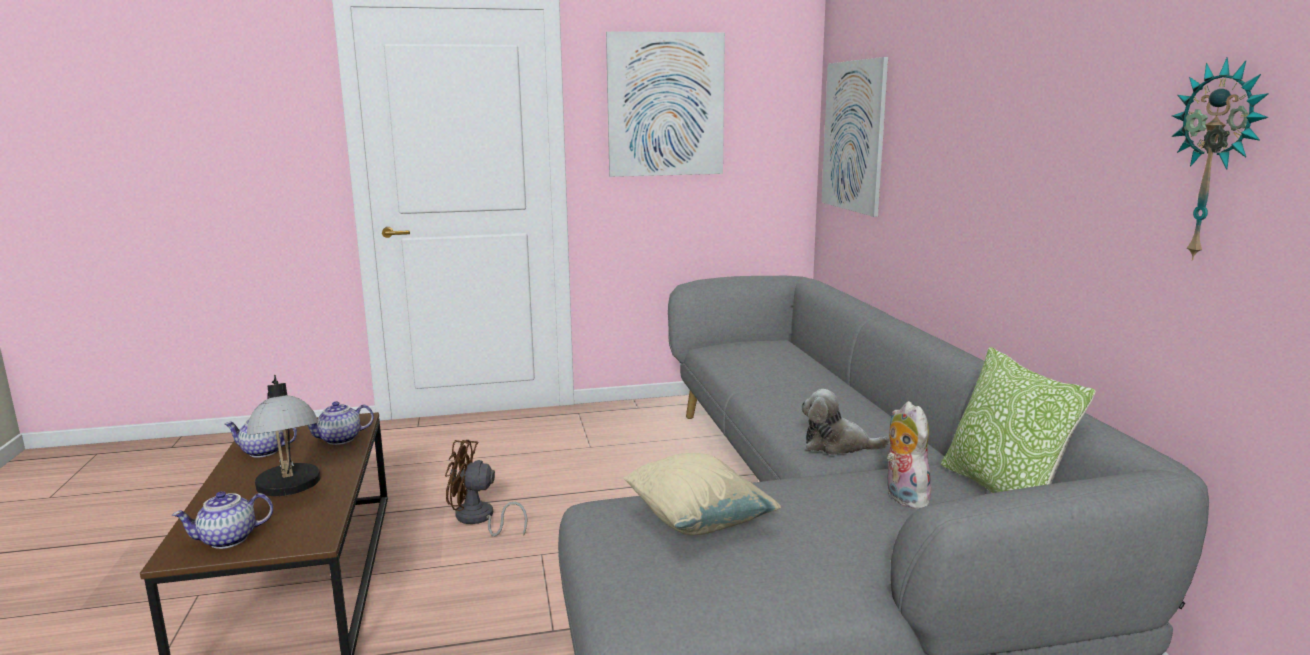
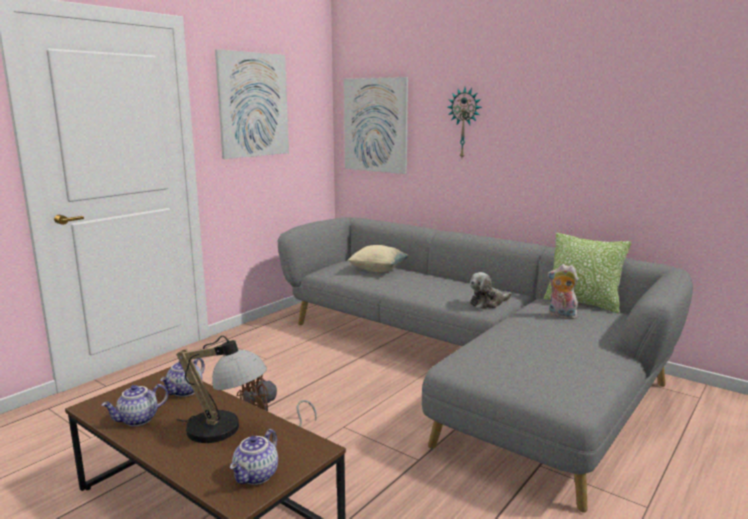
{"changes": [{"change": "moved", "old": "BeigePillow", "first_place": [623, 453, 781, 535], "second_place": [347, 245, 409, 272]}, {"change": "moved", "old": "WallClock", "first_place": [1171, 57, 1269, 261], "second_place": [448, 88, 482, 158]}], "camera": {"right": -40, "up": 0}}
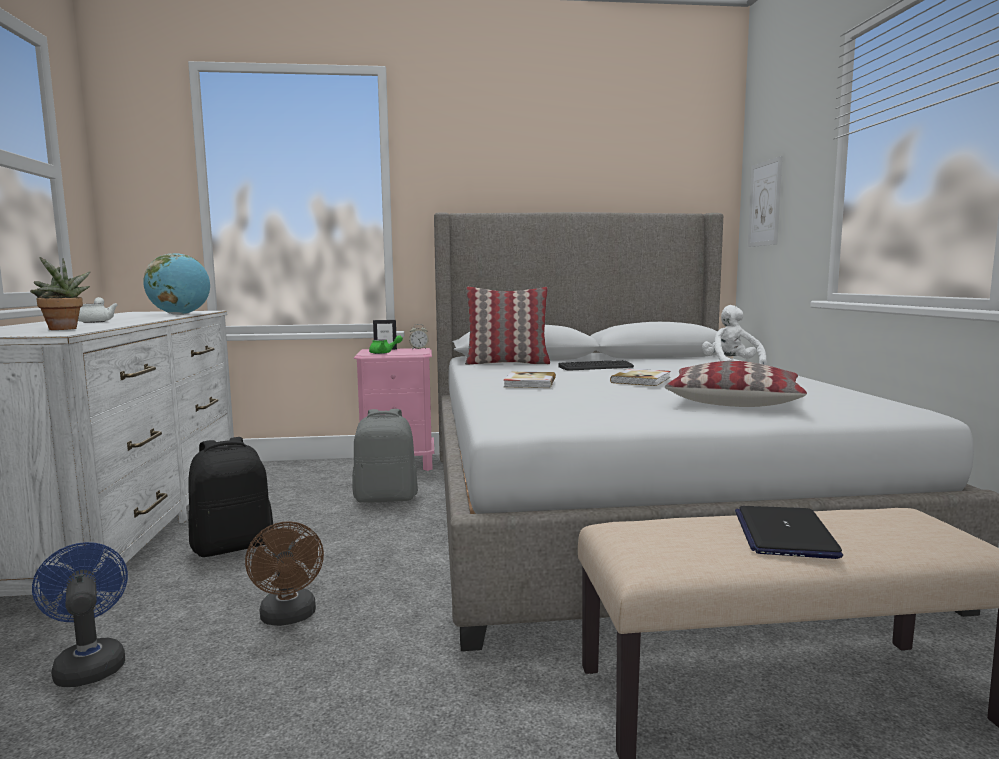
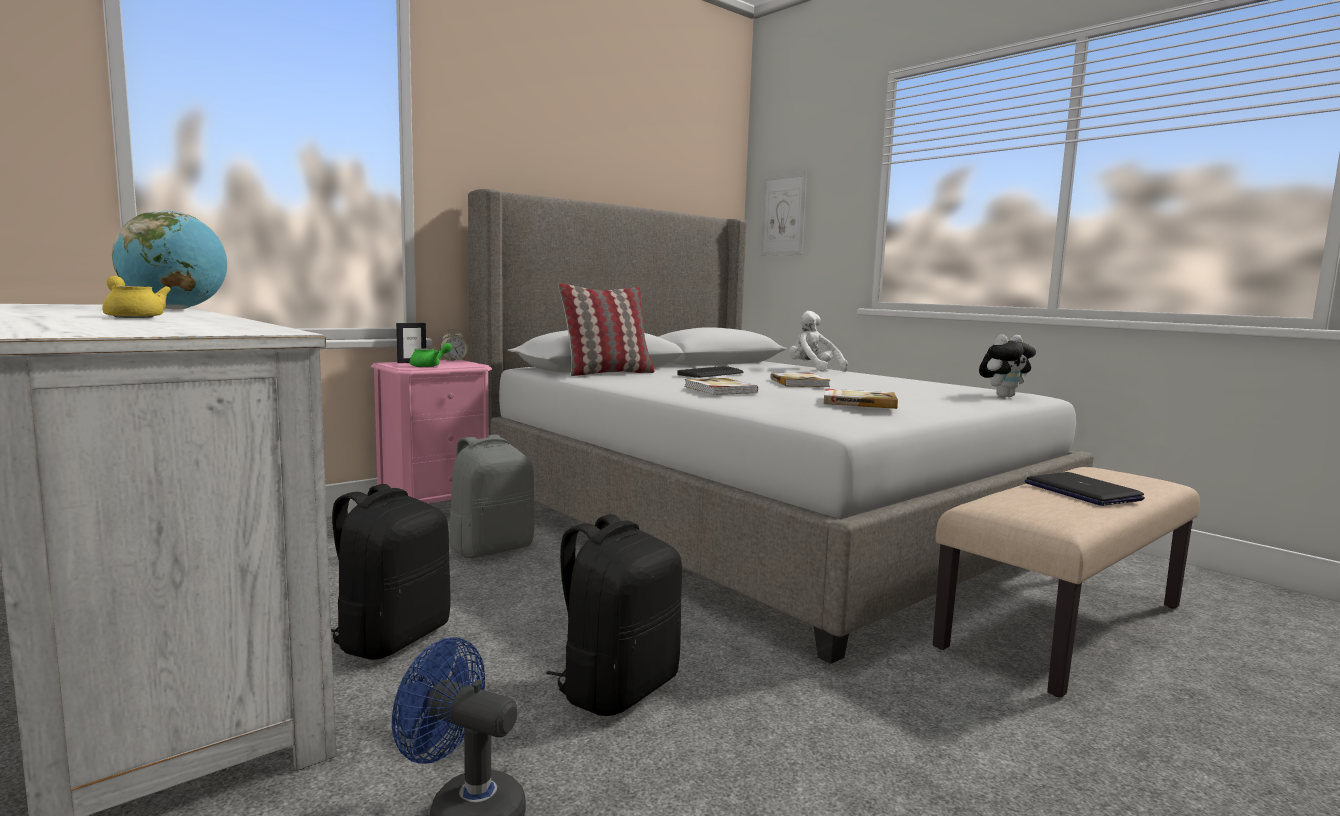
{"changes": [{"change": "recoloured", "old": "WhiteColouredTeapot", "new": "YellowishTeapot", "first_place": [78, 297, 118, 323], "second_place": [102, 276, 171, 318]}, {"change": "replaced", "old": "BrownElectricFan", "new": "BlackColouredBackpack", "first_place": [245, 521, 324, 626], "second_place": [546, 514, 682, 716]}, {"change": "added", "new": "Volume", "second_place": [824, 389, 898, 409]}, {"change": "added", "new": "CuddlyToy", "second_place": [979, 334, 1036, 397]}, {"change": "removed", "old": "Houseplant", "first_place": [30, 257, 90, 330]}, {"change": "removed", "old": "Pillow", "first_place": [665, 361, 807, 407]}], "camera": {"right": -35, "up": 0}}
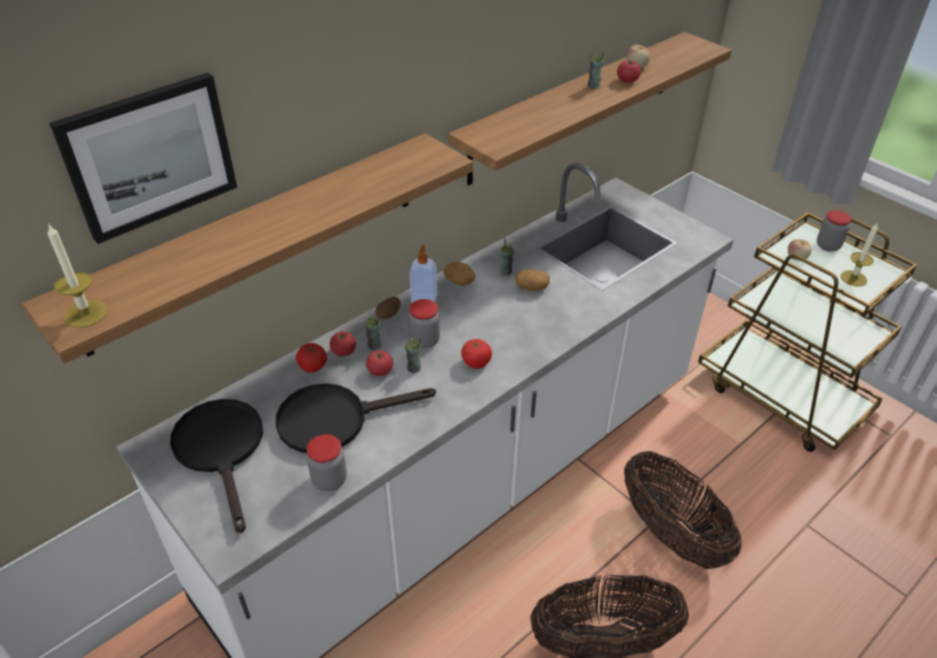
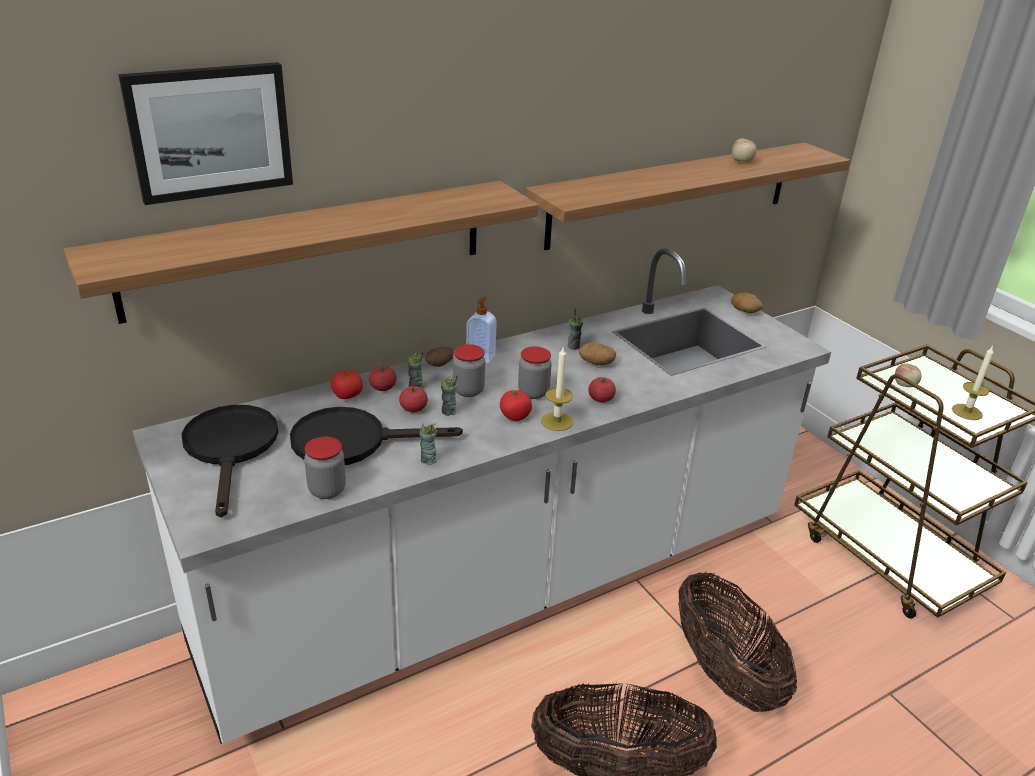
{"changes": [{"change": "moved", "old": "SmallCup", "first_place": [588, 52, 604, 89], "second_place": [419, 423, 437, 465]}, {"change": "moved", "old": "Jar", "first_place": [817, 210, 852, 252], "second_place": [518, 346, 552, 399]}, {"change": "moved", "old": "Candle", "first_place": [47, 223, 107, 328], "second_place": [541, 346, 573, 431]}, {"change": "moved", "old": "FreshTomato", "first_place": [617, 60, 641, 83], "second_place": [588, 377, 616, 403]}, {"change": "moved", "old": "Spud", "first_place": [443, 261, 475, 286], "second_place": [731, 292, 763, 313]}], "camera": {"right": 10, "up": -10}}
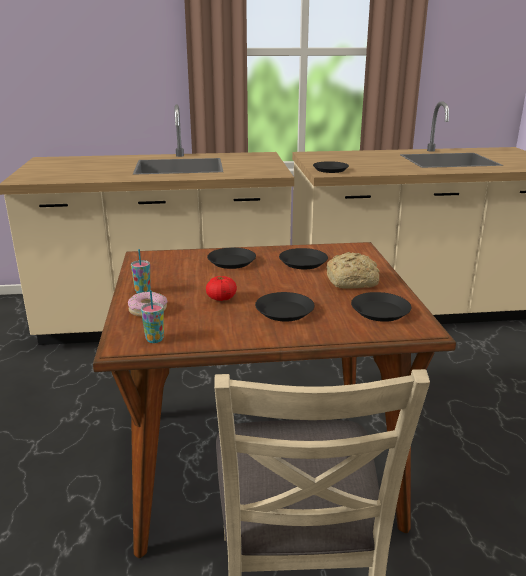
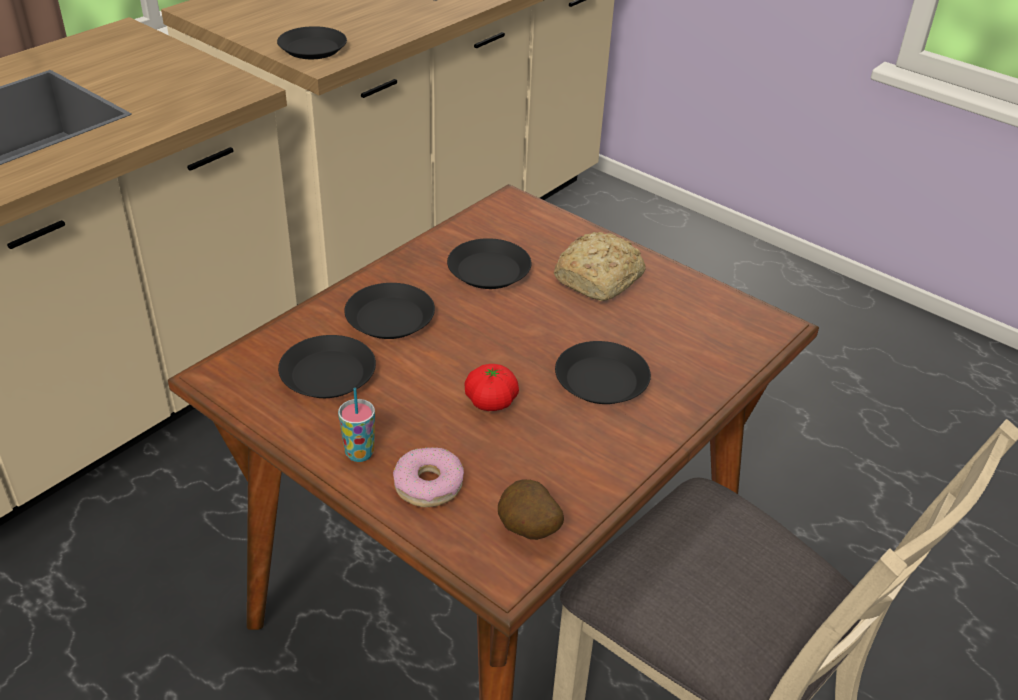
{"changes": [{"change": "moved", "old": "BlackColouredPlate", "first_place": [351, 292, 411, 322], "second_place": [278, 335, 376, 398]}, {"change": "replaced", "old": "SmallCup", "new": "Spud", "first_place": [141, 290, 164, 343], "second_place": [498, 479, 564, 540]}], "camera": {"right": -45, "up": 15}}
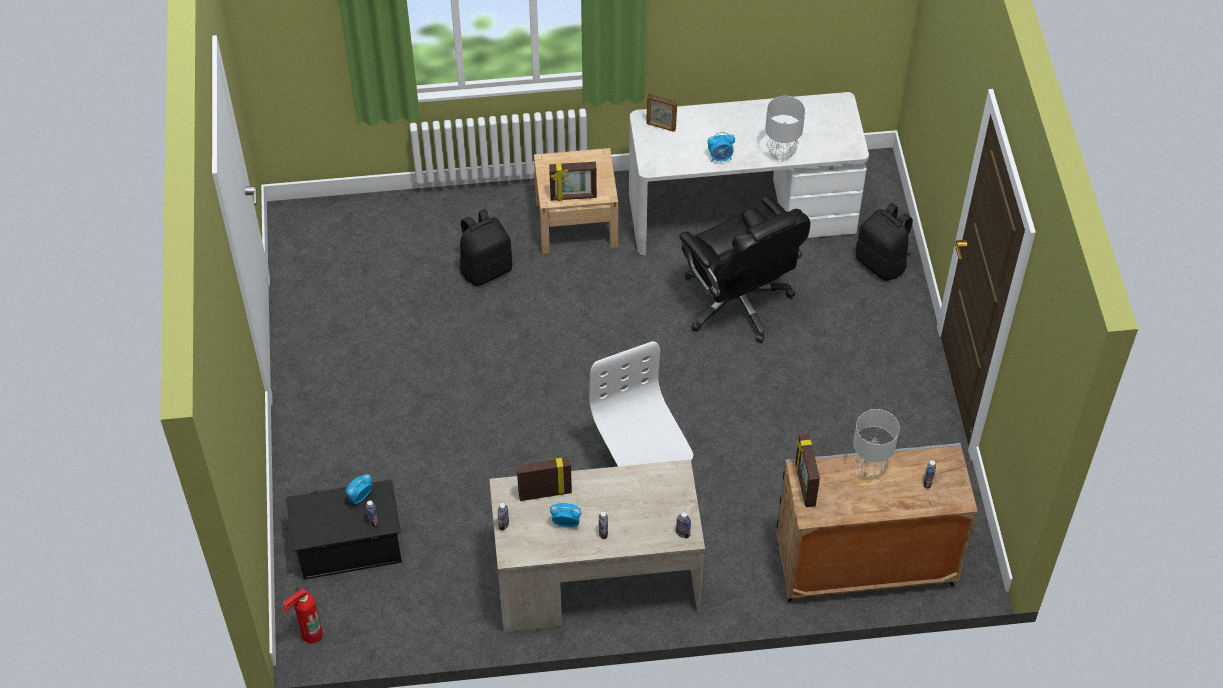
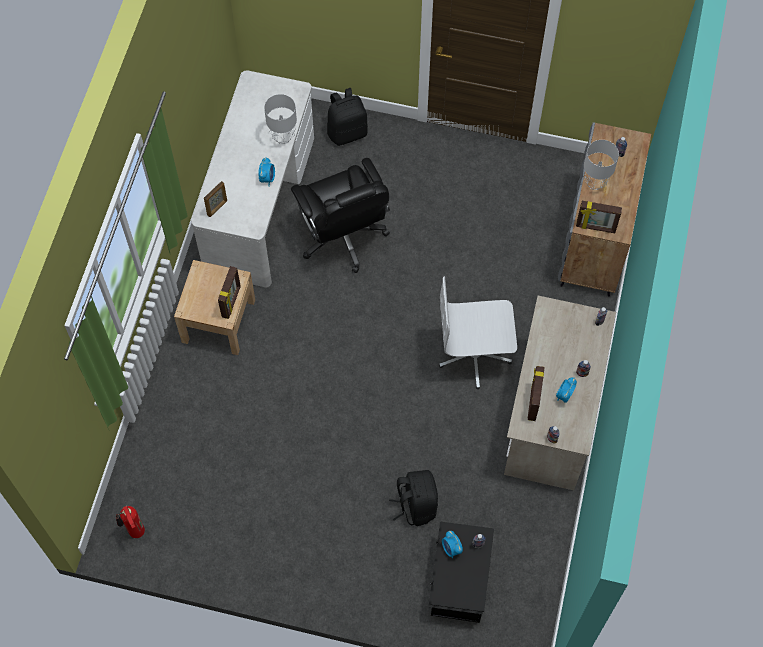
{"changes": [{"change": "moved", "old": "FireFightingCylinder", "first_place": [282, 587, 323, 644], "second_place": [116, 506, 145, 538]}, {"change": "turned", "old": "BlackColouredComputerChair", "first_place": [679, 195, 810, 343], "second_place": [291, 158, 390, 273], "degrees": 75}, {"change": "moved", "old": "BlackColouredBackpack", "first_place": [460, 209, 512, 286], "second_place": [389, 470, 438, 526]}], "camera": {"right": -70, "up": 10}}
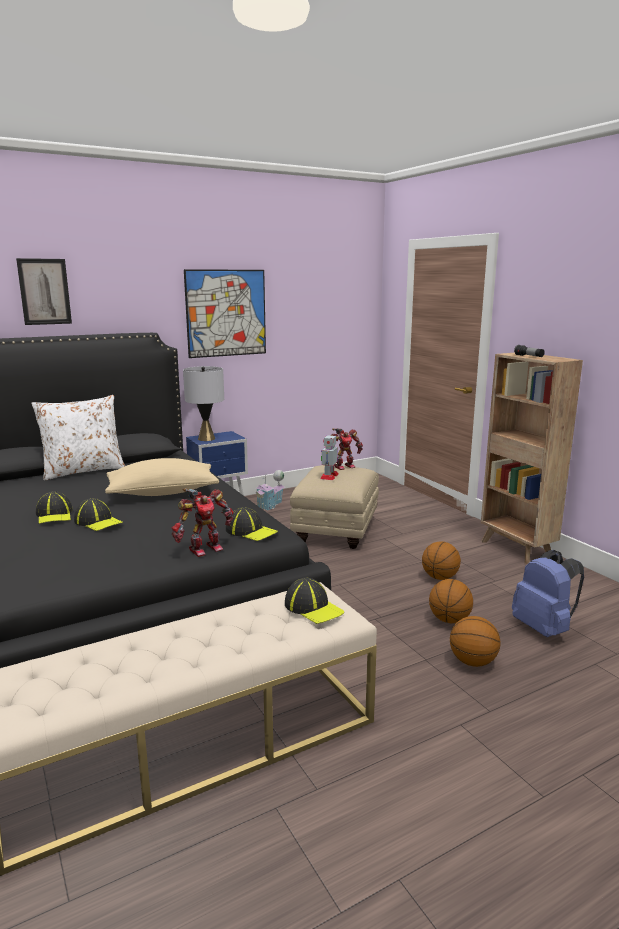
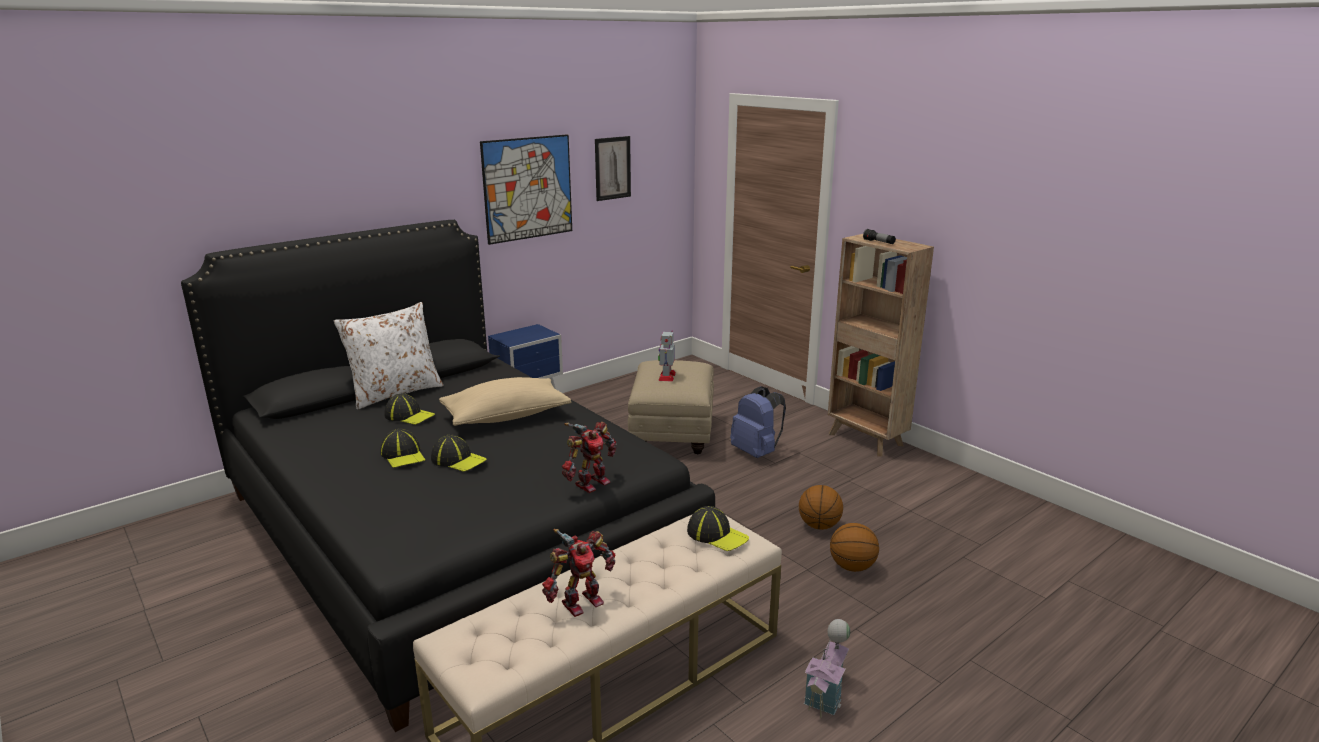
{"changes": [{"change": "moved", "old": "Cap", "first_place": [226, 507, 278, 541], "second_place": [384, 394, 435, 425]}, {"change": "moved", "old": "ToyRobot", "first_place": [331, 428, 363, 470], "second_place": [542, 529, 616, 617]}, {"change": "moved", "old": "WallArt", "first_place": [16, 258, 72, 325], "second_place": [595, 136, 631, 201]}, {"change": "moved", "old": "BluishBackpack", "first_place": [512, 550, 584, 637], "second_place": [730, 386, 786, 458]}, {"change": "moved", "old": "ToyHouse", "first_place": [254, 470, 285, 510], "second_place": [804, 619, 850, 718]}, {"change": "removed", "old": "GreyishLampForATable", "first_place": [183, 366, 224, 441]}, {"change": "removed", "old": "BasketballBall", "first_place": [422, 541, 461, 580]}], "camera": {"right": -10, "up": 5}}
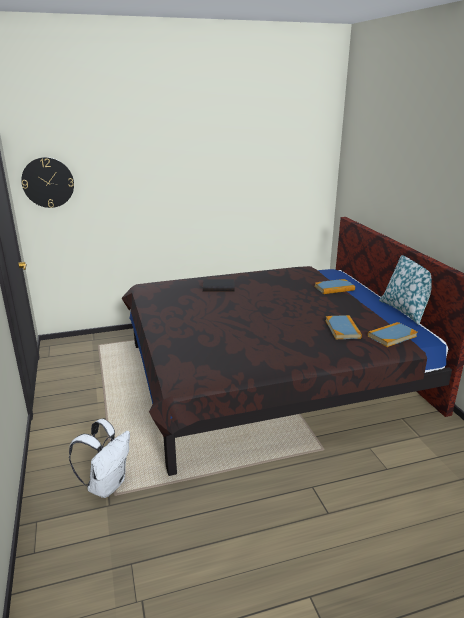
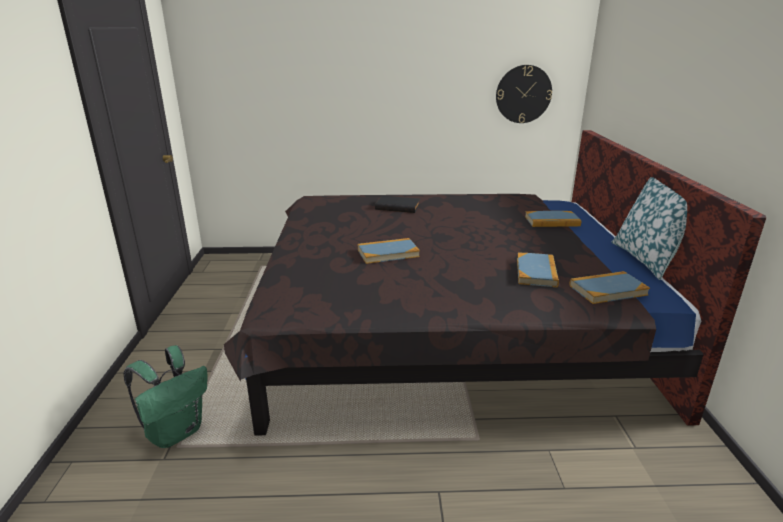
{"changes": [{"change": "recoloured", "old": "WhiteColouredBackpack", "new": "GreenColouredBackpack", "first_place": [69, 419, 130, 498], "second_place": [123, 345, 208, 448]}, {"change": "added", "new": "Volume", "second_place": [358, 238, 420, 264]}, {"change": "moved", "old": "WallClock", "first_place": [21, 157, 74, 208], "second_place": [496, 65, 552, 123]}], "camera": {"right": 15, "up": 0}}
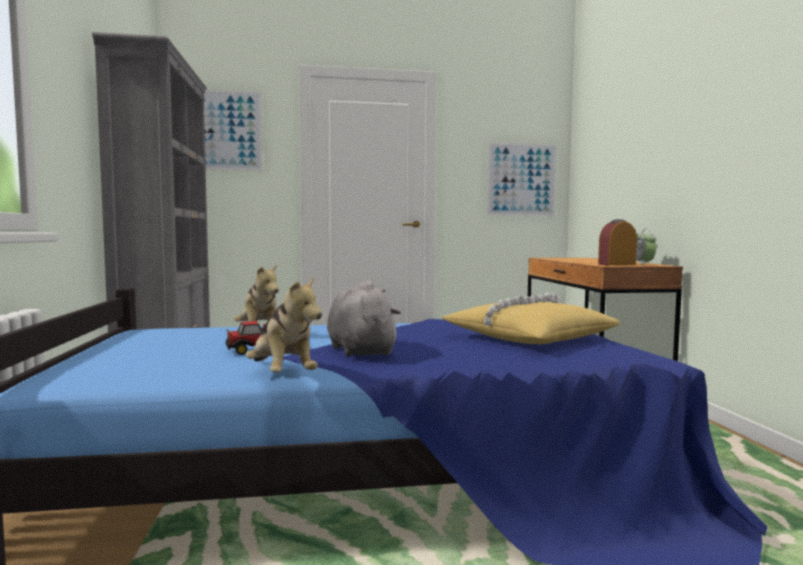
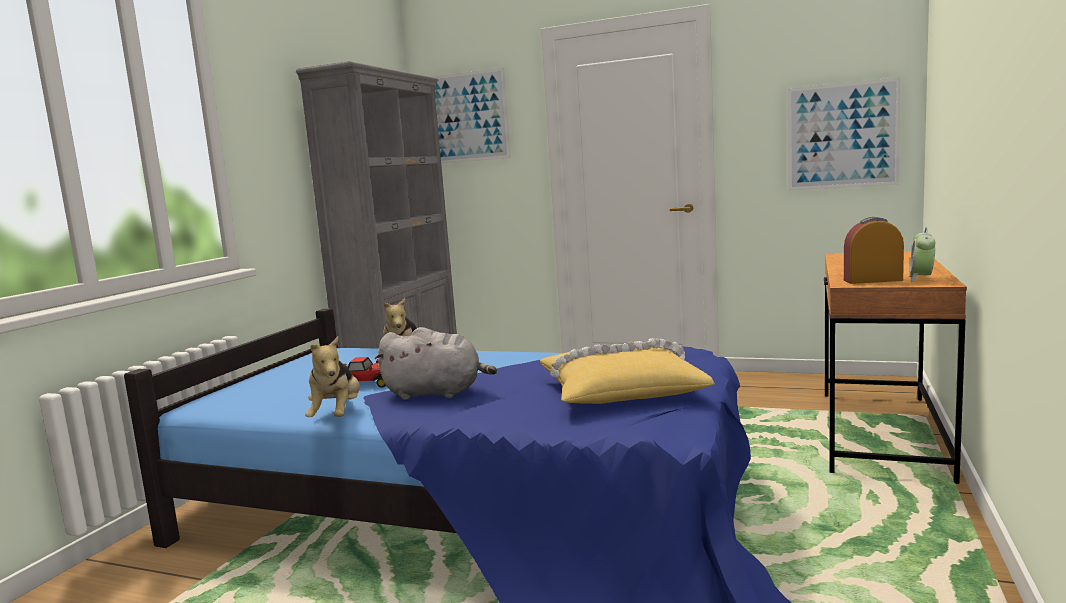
{"changes": [{"change": "turned", "old": "GreyishCuddlyToy", "first_place": [327, 280, 401, 357], "second_place": [375, 327, 497, 400], "degrees": 90}], "camera": {"right": 30, "up": 5}}
